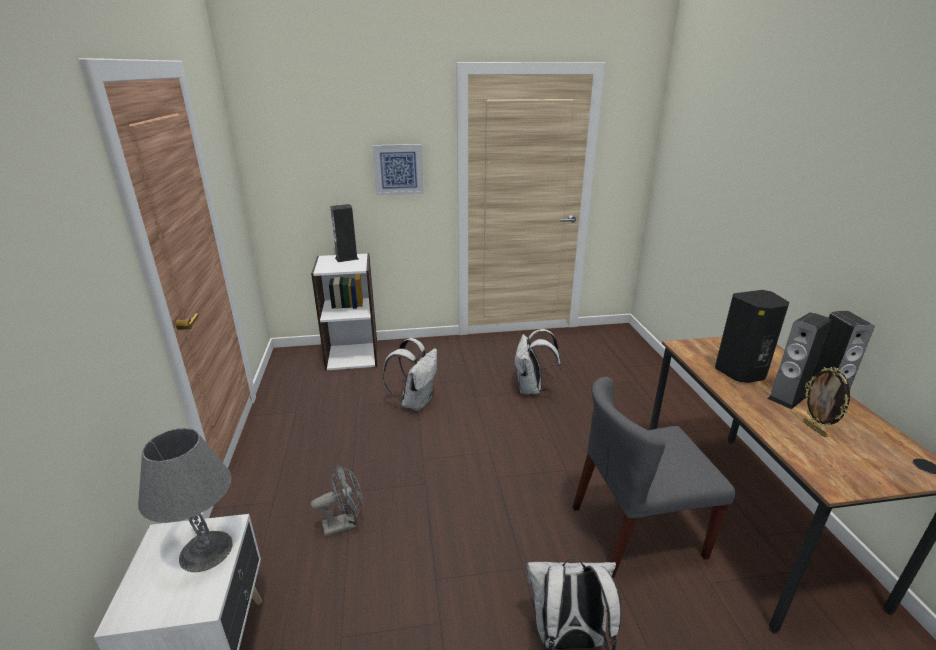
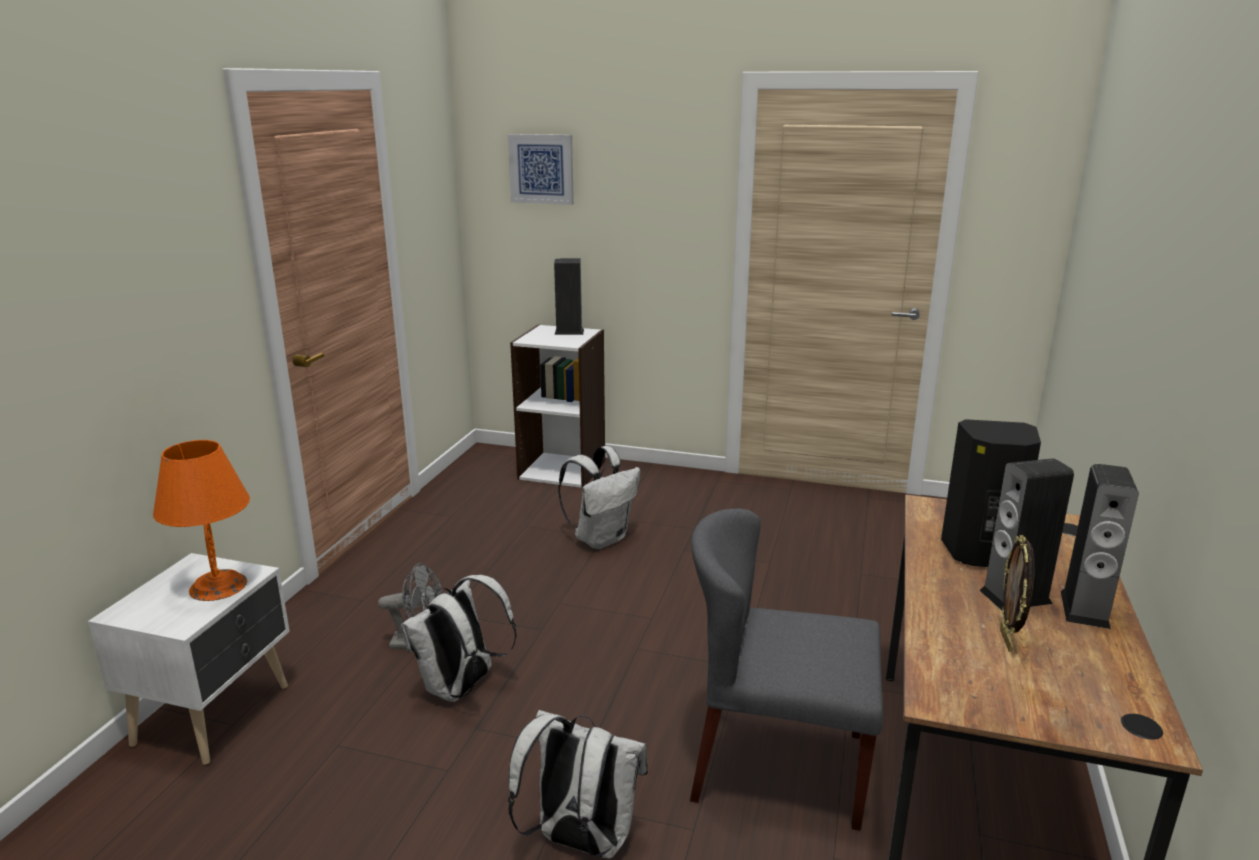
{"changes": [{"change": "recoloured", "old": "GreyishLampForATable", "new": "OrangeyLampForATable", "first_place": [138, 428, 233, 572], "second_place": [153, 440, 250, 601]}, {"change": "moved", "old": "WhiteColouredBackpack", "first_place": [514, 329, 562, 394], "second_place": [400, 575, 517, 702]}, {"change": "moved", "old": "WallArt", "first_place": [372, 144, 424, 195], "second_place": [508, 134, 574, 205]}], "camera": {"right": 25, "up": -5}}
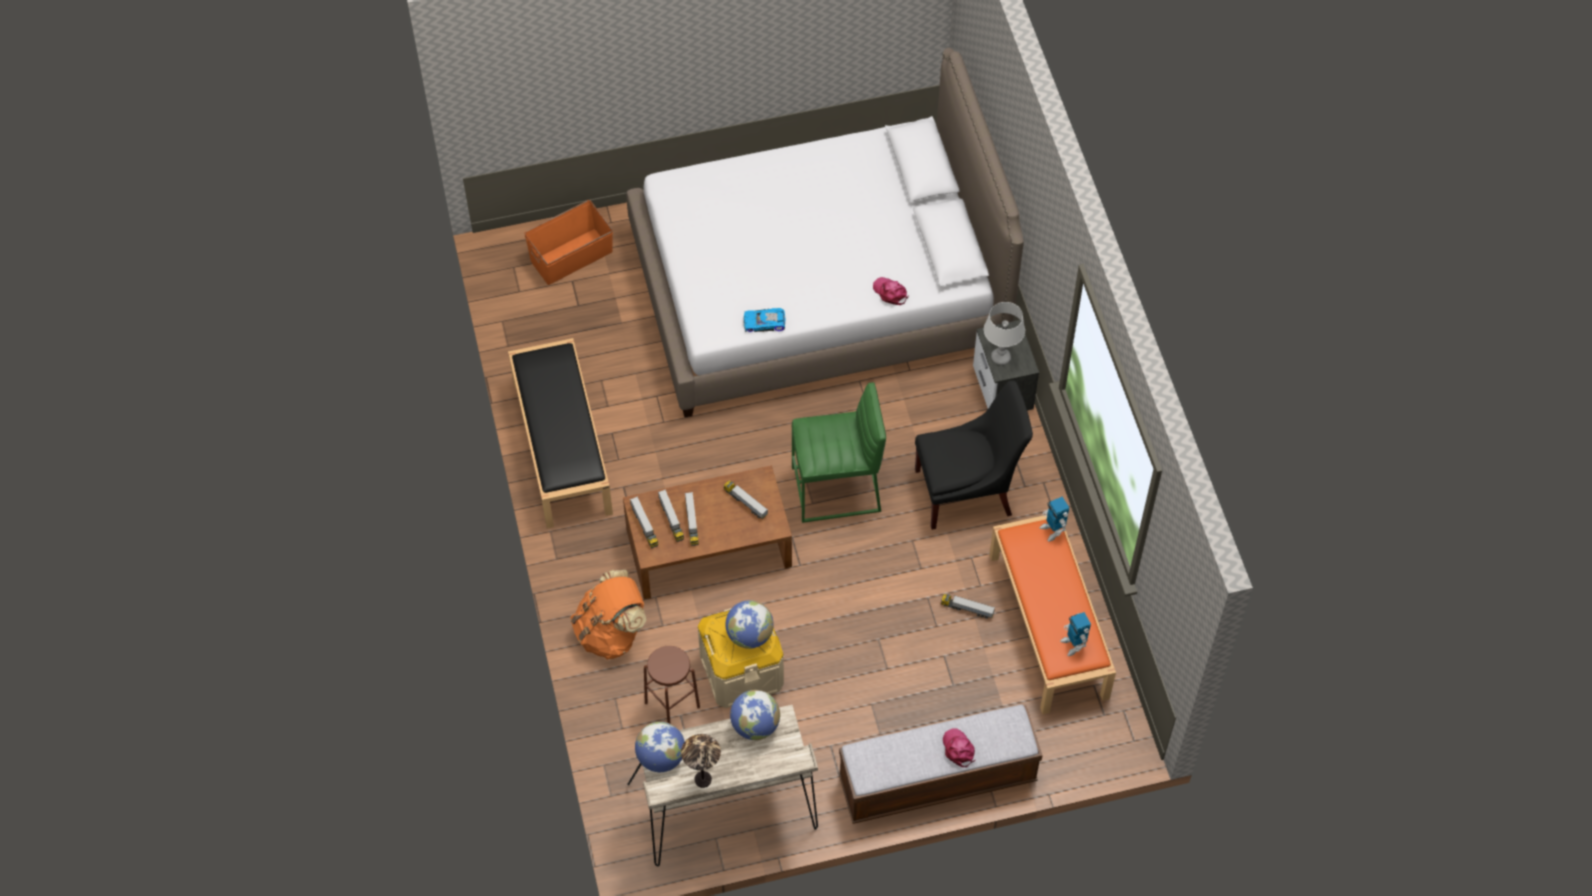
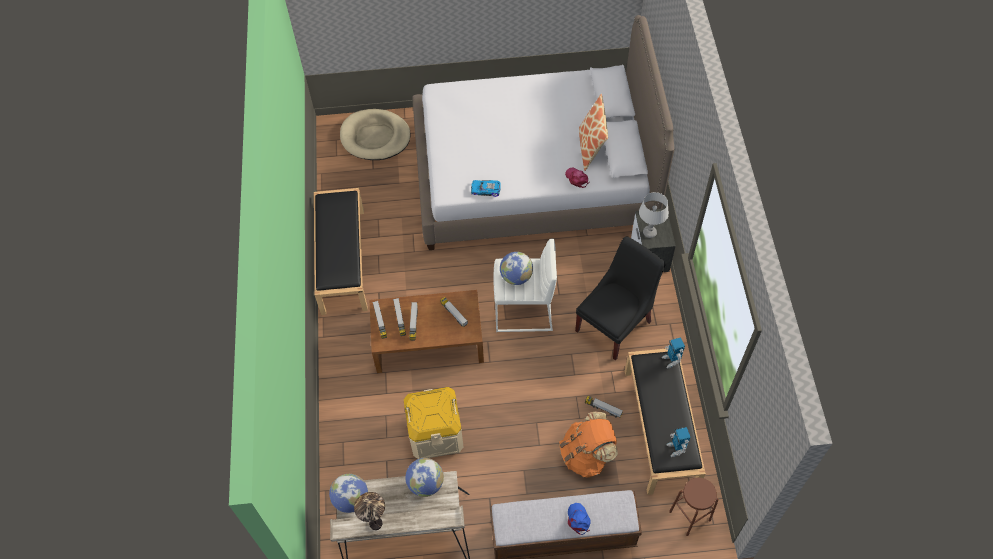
{"changes": [{"change": "replaced", "old": "OrangeyStorageBin", "new": "BeigeDogCushion", "first_place": [524, 200, 613, 285], "second_place": [340, 109, 411, 160]}, {"change": "recoloured", "old": "GreenColouredSittingStool", "new": "WhiteColouredSittingStool", "first_place": [792, 382, 886, 523], "second_place": [494, 239, 557, 332]}, {"change": "moved", "old": "Globe", "first_place": [725, 600, 774, 649], "second_place": [500, 252, 533, 285]}, {"change": "moved", "old": "OrangeyBackpack", "first_place": [570, 569, 646, 660], "second_place": [559, 412, 618, 478]}, {"change": "recoloured", "old": "PinkColouredCap", "new": "BluishCap", "first_place": [943, 728, 975, 767], "second_place": [568, 503, 591, 535]}, {"change": "turned", "old": "BlackColouredPlainChair", "first_place": [915, 380, 1033, 530], "second_place": [575, 236, 665, 360], "degrees": -45}, {"change": "added", "new": "Pillow", "second_place": [579, 94, 608, 171]}, {"change": "recoloured", "old": "OrangeyIndoorBench", "new": "BlackColouredIndoorBench", "first_place": [989, 515, 1116, 715], "second_place": [625, 348, 706, 495]}, {"change": "moved", "old": "BrownSittingStool", "first_place": [644, 646, 700, 724], "second_place": [669, 477, 718, 536]}], "camera": {"right": 10, "up": 0}}
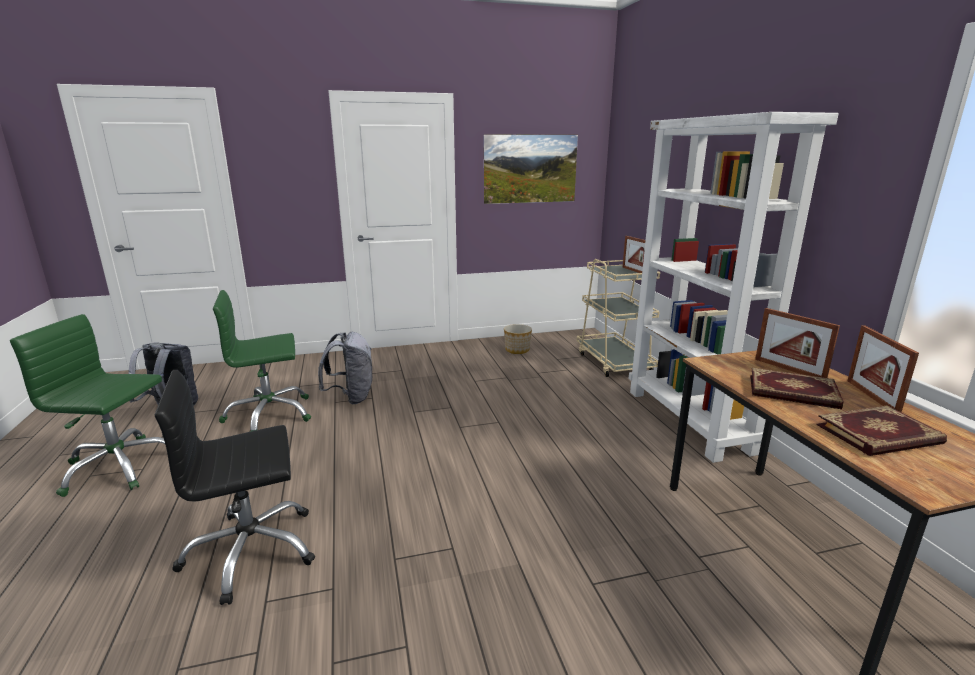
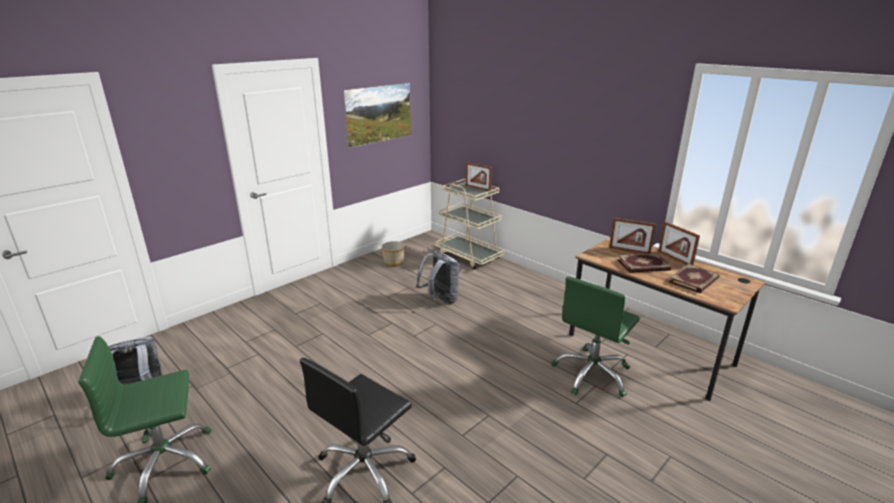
{"changes": [{"change": "moved", "old": "GreyishBackpack", "first_place": [318, 332, 372, 404], "second_place": [416, 251, 459, 304]}, {"change": "moved", "old": "GreenColouredComputerChair", "first_place": [213, 290, 311, 432], "second_place": [551, 276, 640, 397]}, {"change": "removed", "old": "WhiteColouredBookcase", "first_place": [628, 112, 839, 463]}], "camera": {"right": -30, "up": 5}}
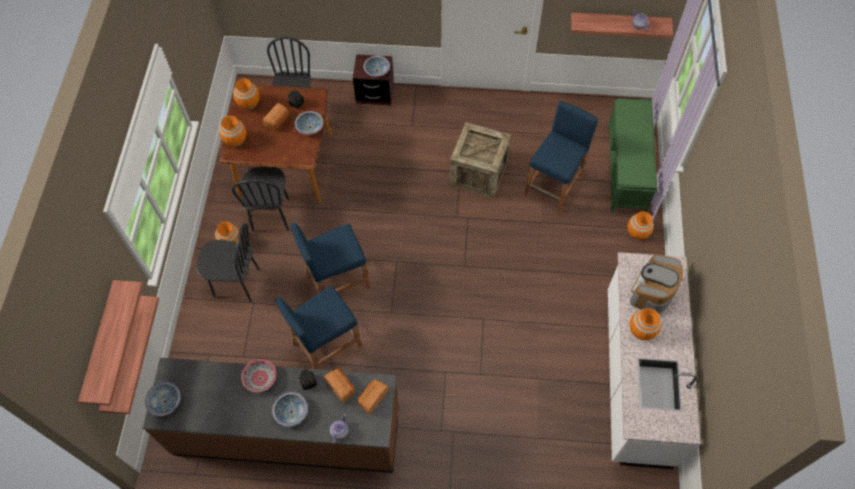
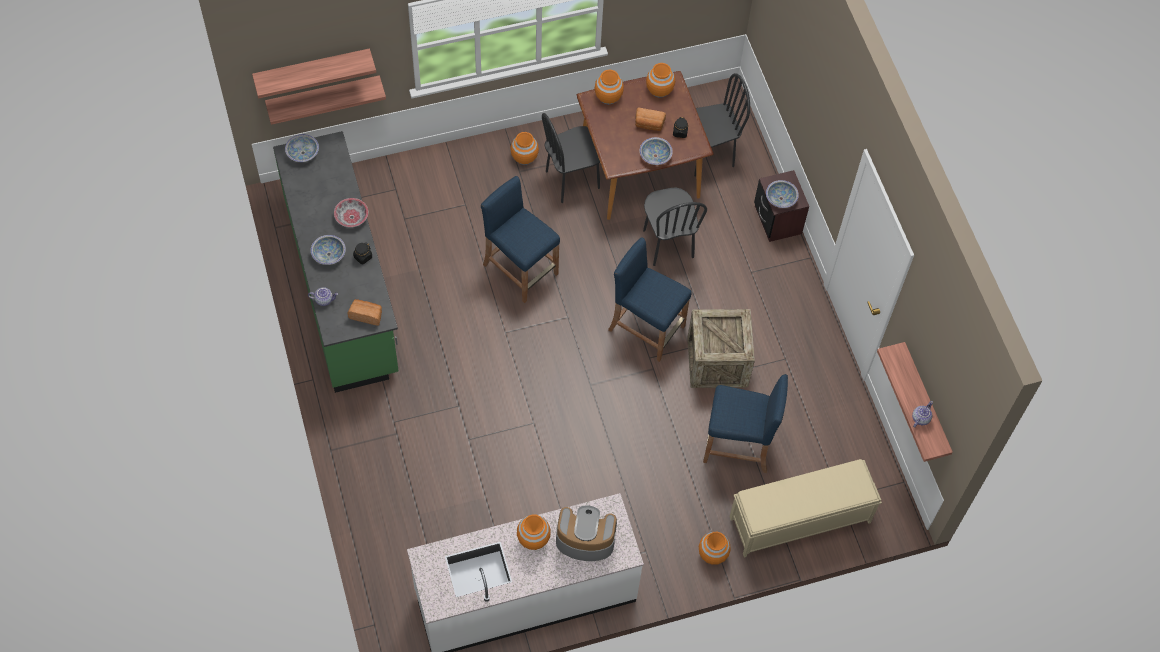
{"changes": [{"change": "recoloured", "old": "BrownKitchenCounter", "new": "GreenColouredKitchenCounter", "first_place": [143, 358, 399, 473], "second_place": [273, 131, 399, 393]}, {"change": "moved", "old": "BluishSittingStool", "first_place": [275, 286, 362, 369], "second_place": [608, 237, 692, 362]}, {"change": "moved", "old": "BlackColouredPlainChair", "first_place": [196, 223, 260, 303], "second_place": [643, 187, 707, 266]}, {"change": "recoloured", "old": "GreenColouredIndoorBench", "new": "BeigeIndoorBench", "first_place": [608, 98, 657, 212], "second_place": [729, 459, 882, 558]}, {"change": "removed", "old": "Bread", "first_place": [324, 369, 355, 403]}], "camera": {"right": 65, "up": 0}}
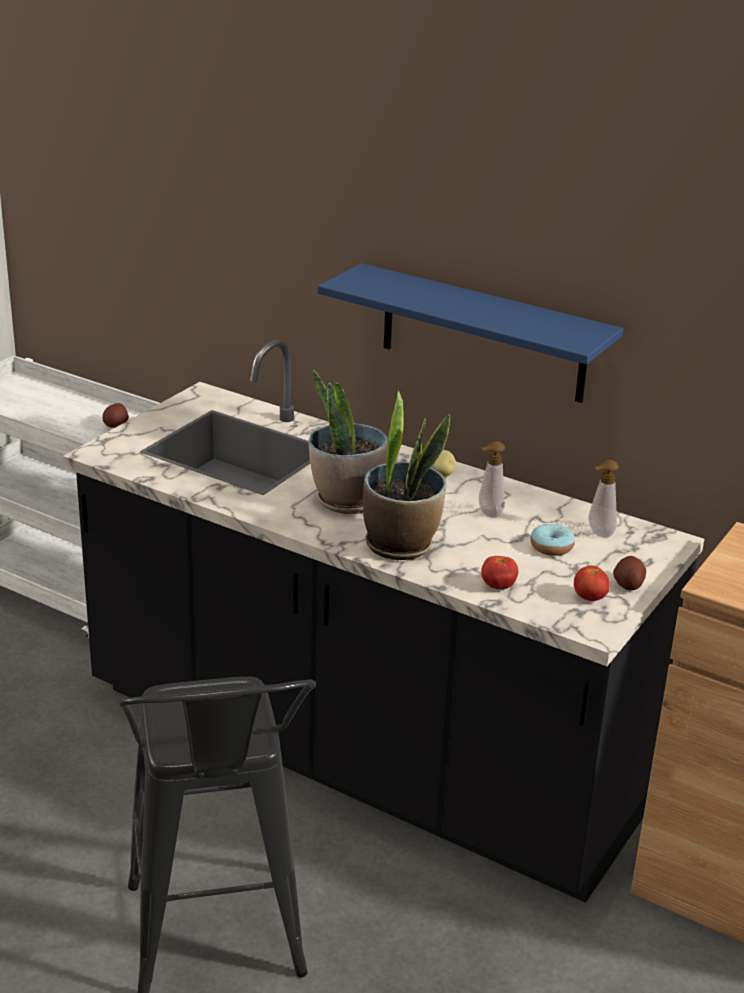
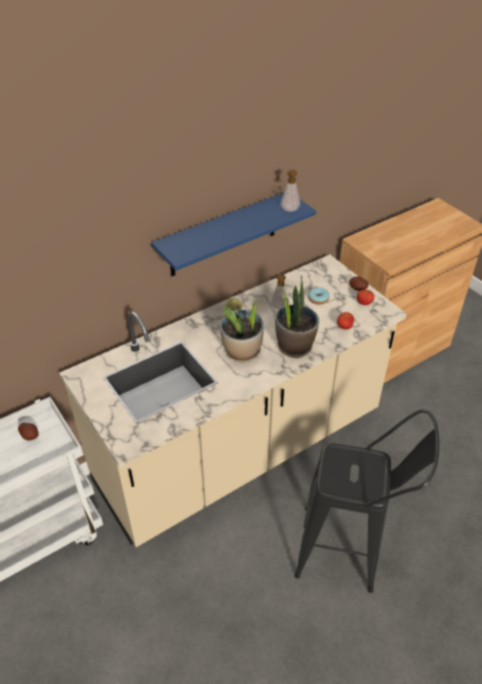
{"changes": [{"change": "recoloured", "old": "BlackColouredKitchenCounter", "new": "BeigeKitchenCounter", "first_place": [63, 339, 704, 903], "second_place": [59, 255, 407, 547]}, {"change": "moved", "old": "SoapDispenser", "first_place": [588, 460, 619, 538], "second_place": [281, 170, 300, 212]}], "camera": {"right": -65, "up": 15}}
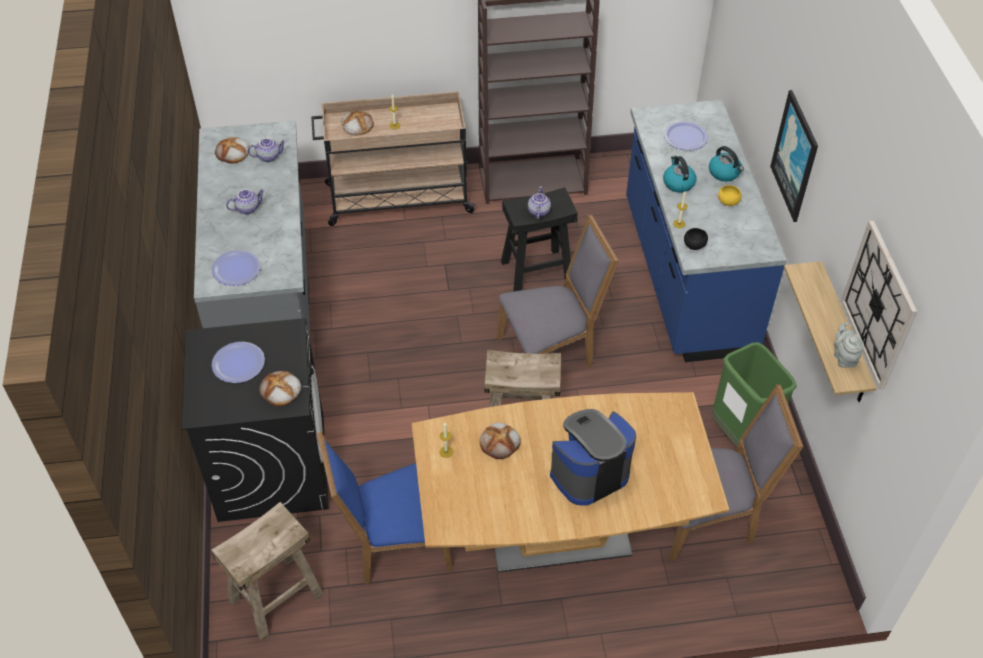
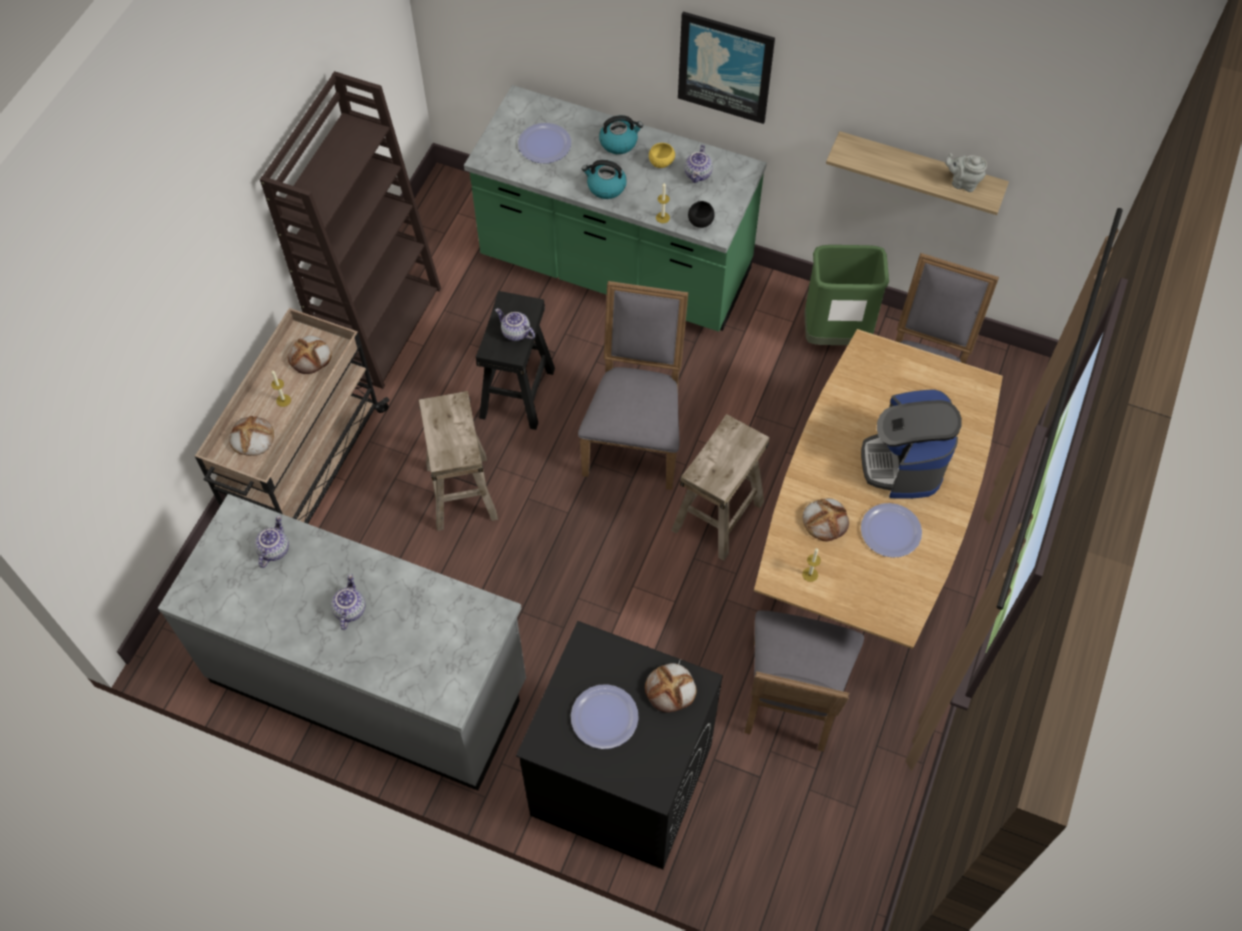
{"changes": [{"change": "moved", "old": "Bread", "first_place": [215, 137, 250, 163], "second_place": [288, 336, 332, 374]}, {"change": "moved", "old": "BeigeSittingStool", "first_place": [211, 502, 324, 641], "second_place": [419, 391, 498, 531]}, {"change": "recoloured", "old": "BluishKitchenCounter", "new": "GreenColouredKitchenCounter", "first_place": [626, 100, 787, 362], "second_place": [464, 85, 767, 332]}, {"change": "added", "new": "Teapot", "second_place": [684, 145, 713, 183]}, {"change": "recoloured", "old": "BluishPlainChair", "new": "GreyishPlainChair", "first_place": [317, 431, 453, 584], "second_place": [744, 610, 864, 752]}, {"change": "moved", "old": "Plate", "first_place": [211, 250, 261, 286], "second_place": [861, 503, 922, 558]}, {"change": "removed", "old": "WallClock", "first_place": [841, 220, 918, 390]}], "camera": {"right": -60, "up": 10}}
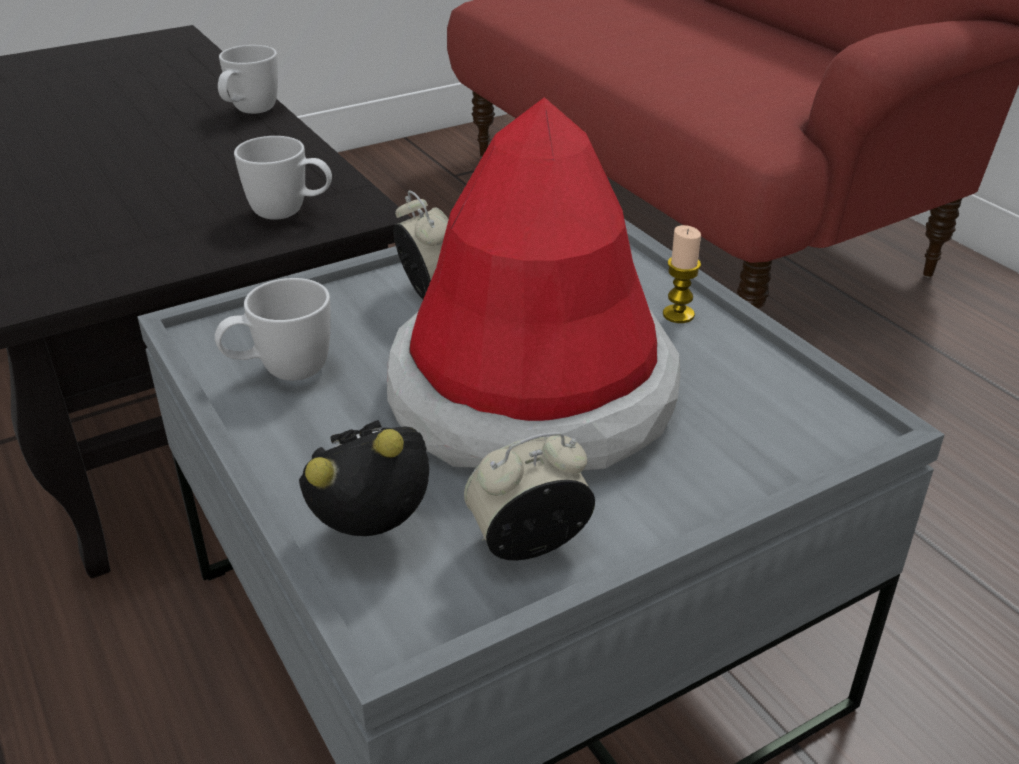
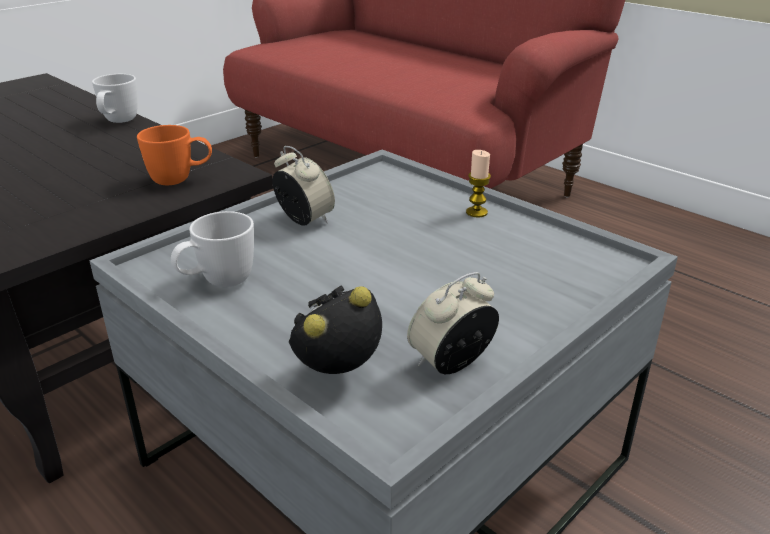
{"changes": [{"change": "recoloured", "old": "WhiteColouredCoffeeMug", "new": "OrangeyCoffeeMug", "first_place": [234, 136, 332, 220], "second_place": [137, 125, 212, 185]}, {"change": "removed", "old": "ClothingHat", "first_place": [387, 97, 680, 471]}], "camera": {"right": -15, "up": -5}}
